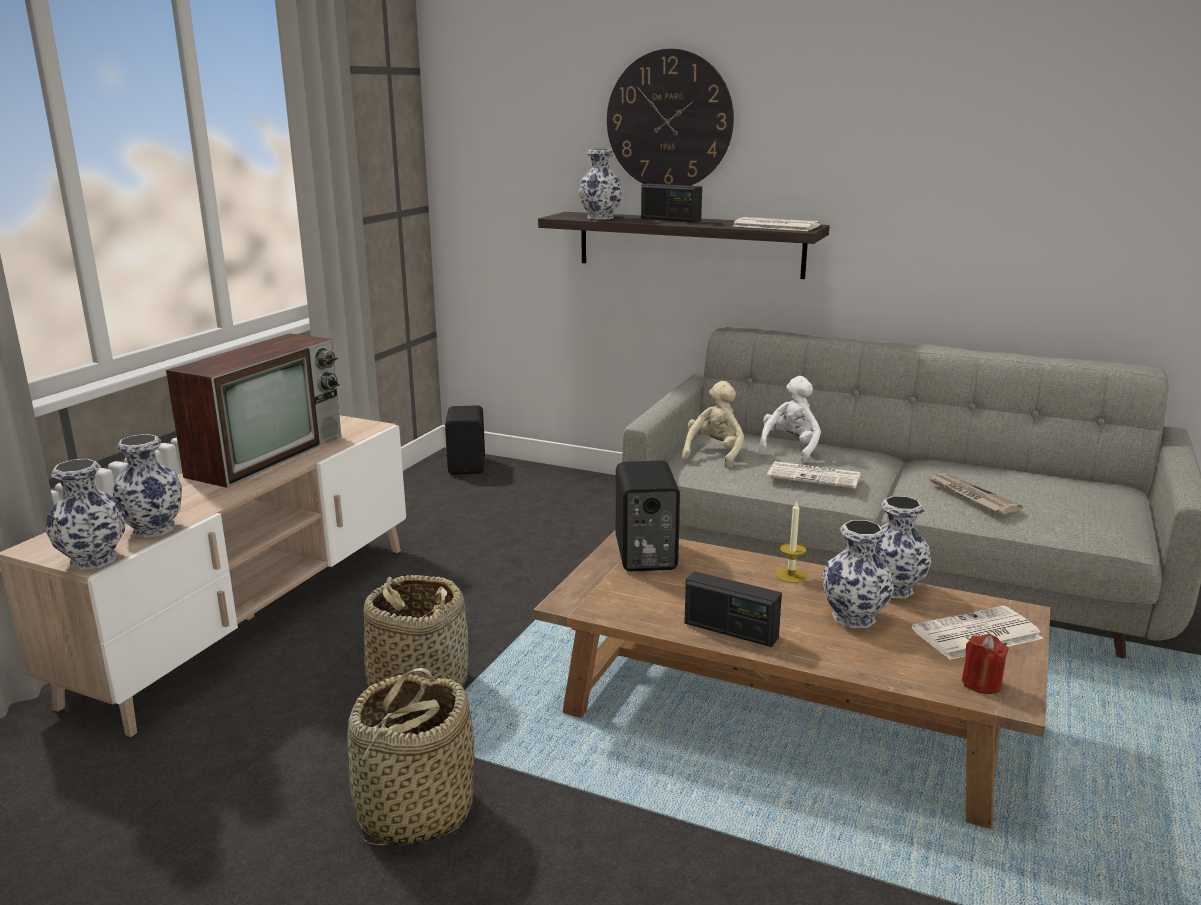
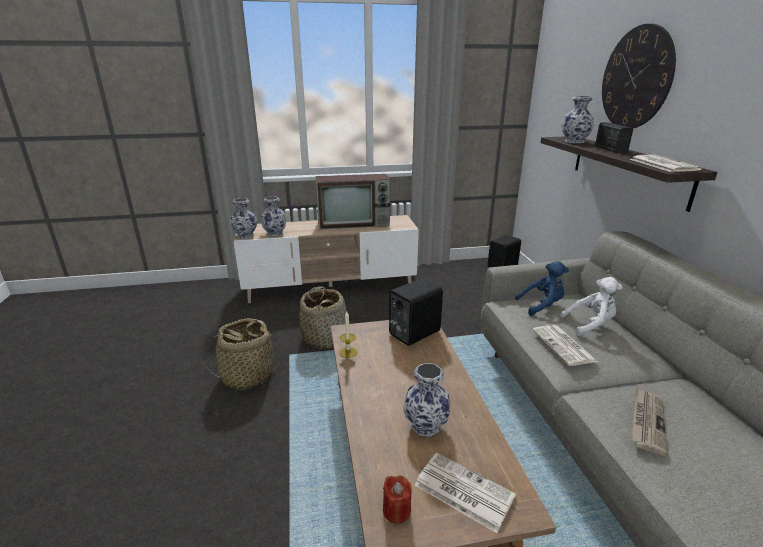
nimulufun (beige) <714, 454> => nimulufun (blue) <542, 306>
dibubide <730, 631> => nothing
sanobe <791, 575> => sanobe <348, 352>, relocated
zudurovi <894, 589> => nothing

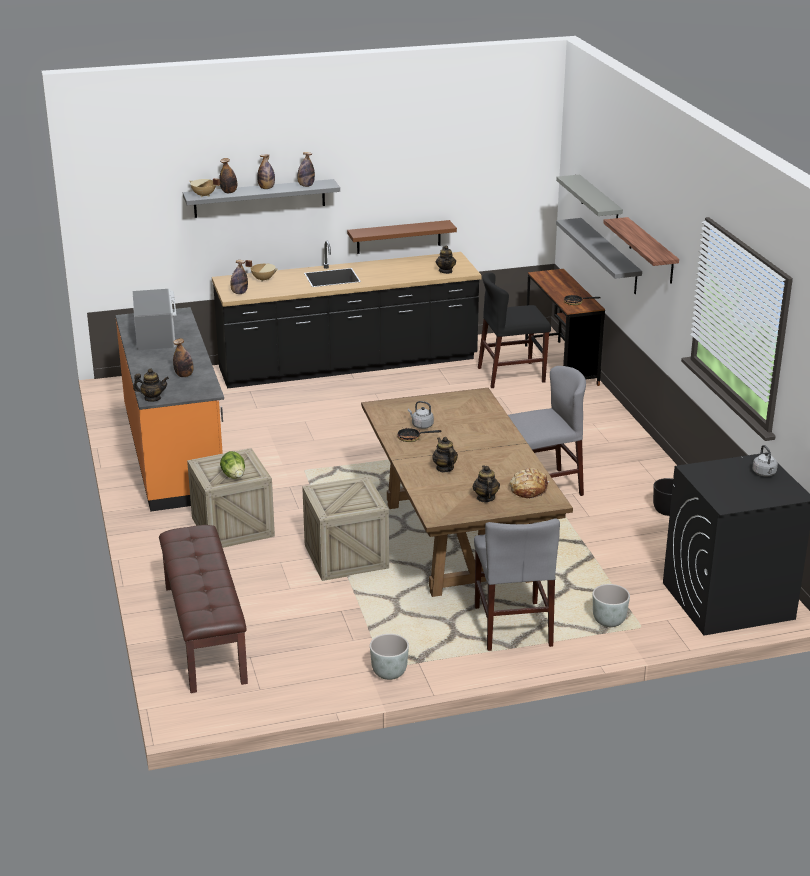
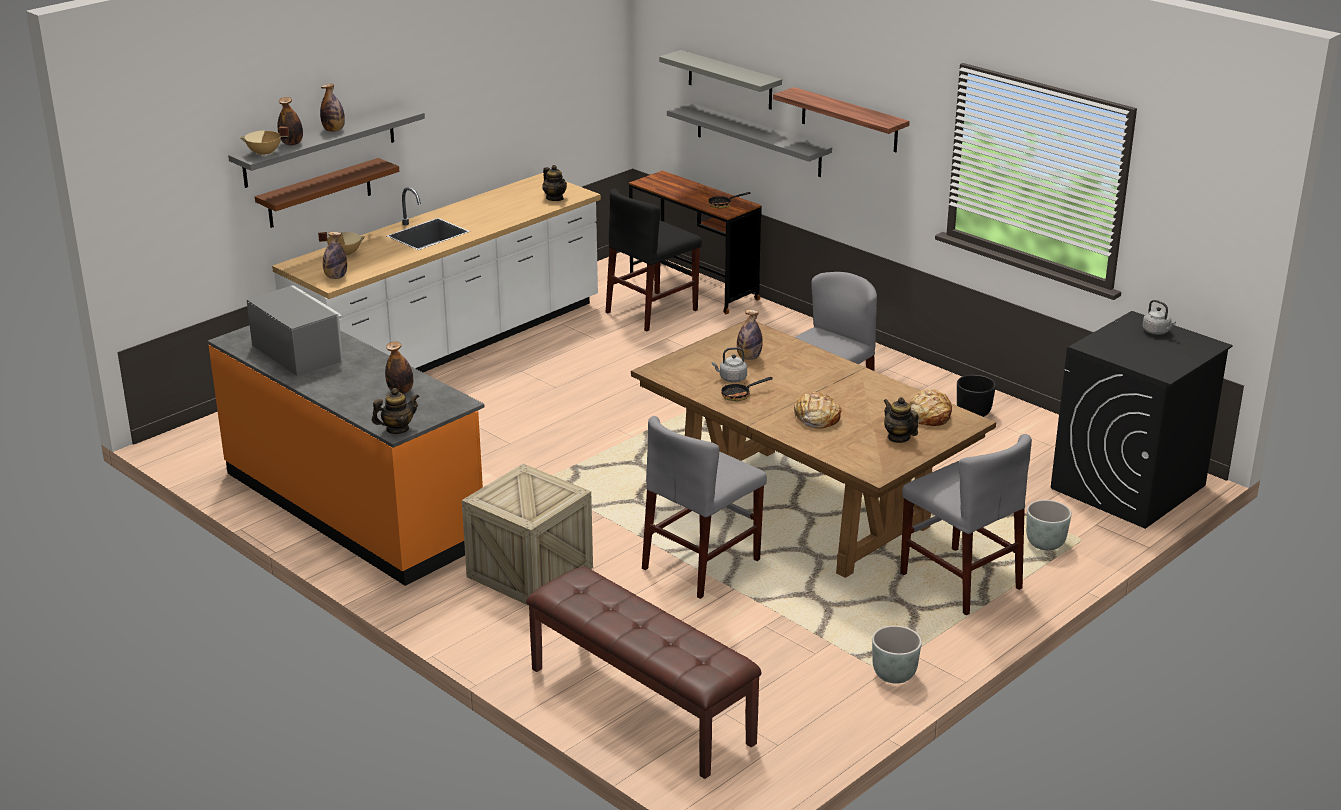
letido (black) <348, 365> => letido (white) <451, 346>
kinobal <234, 476> => nothing
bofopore <306, 186> => bofopore <749, 357>, relocated
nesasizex <346, 556> => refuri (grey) <701, 564>
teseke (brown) <398, 237> => teseke (brown) <319, 193>, relocated
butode <444, 468> => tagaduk <816, 418>

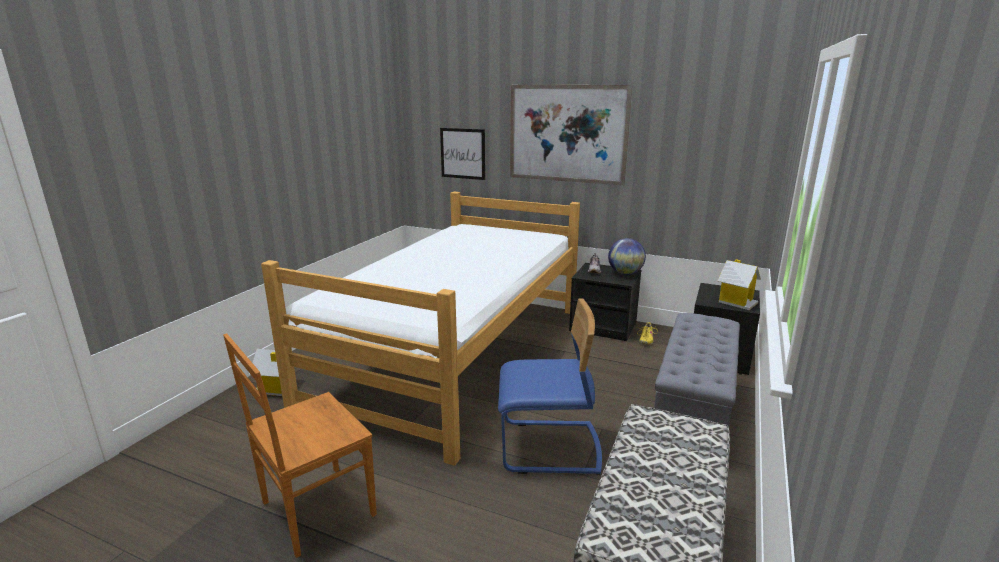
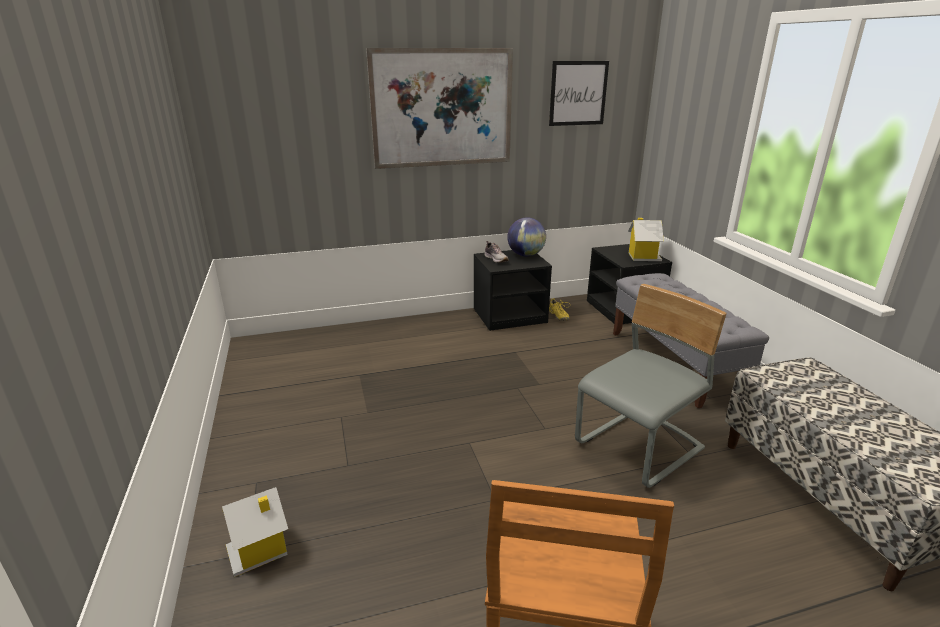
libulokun <457, 354> => nothing
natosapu <463, 153> => natosapu <578, 93>, relocated
refuri (blue) <549, 448> => refuri (grey) <639, 448>

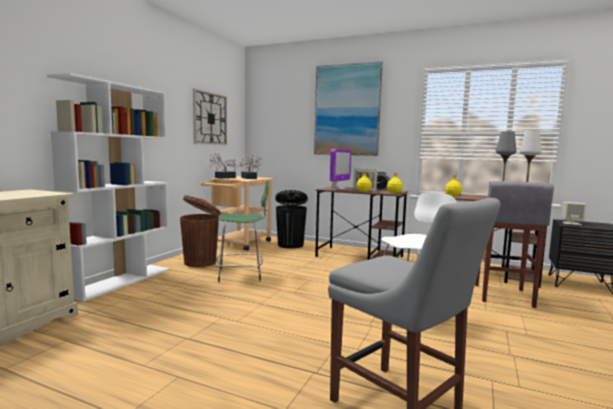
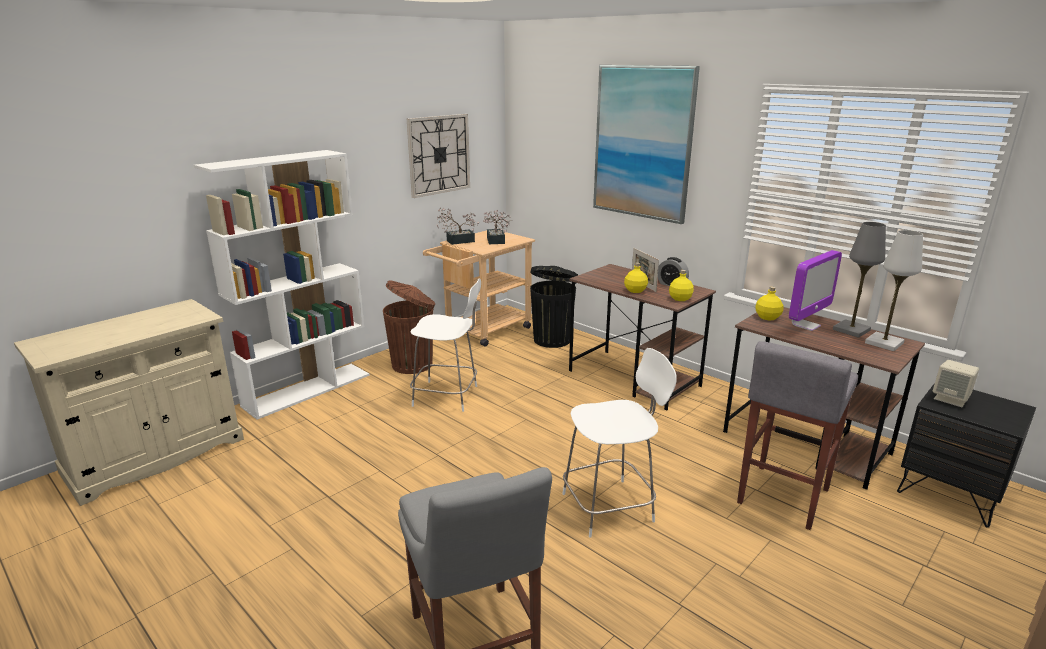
refuri (green) <242, 274> => refuri (white) <448, 396>
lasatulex <339, 188> => lasatulex <805, 325>, relocated

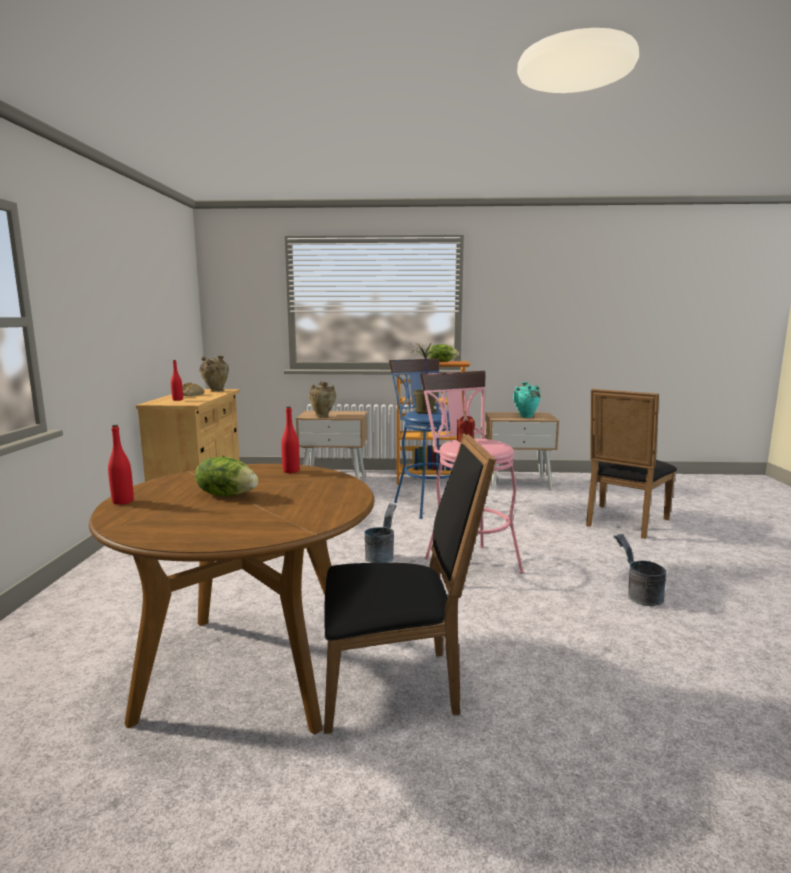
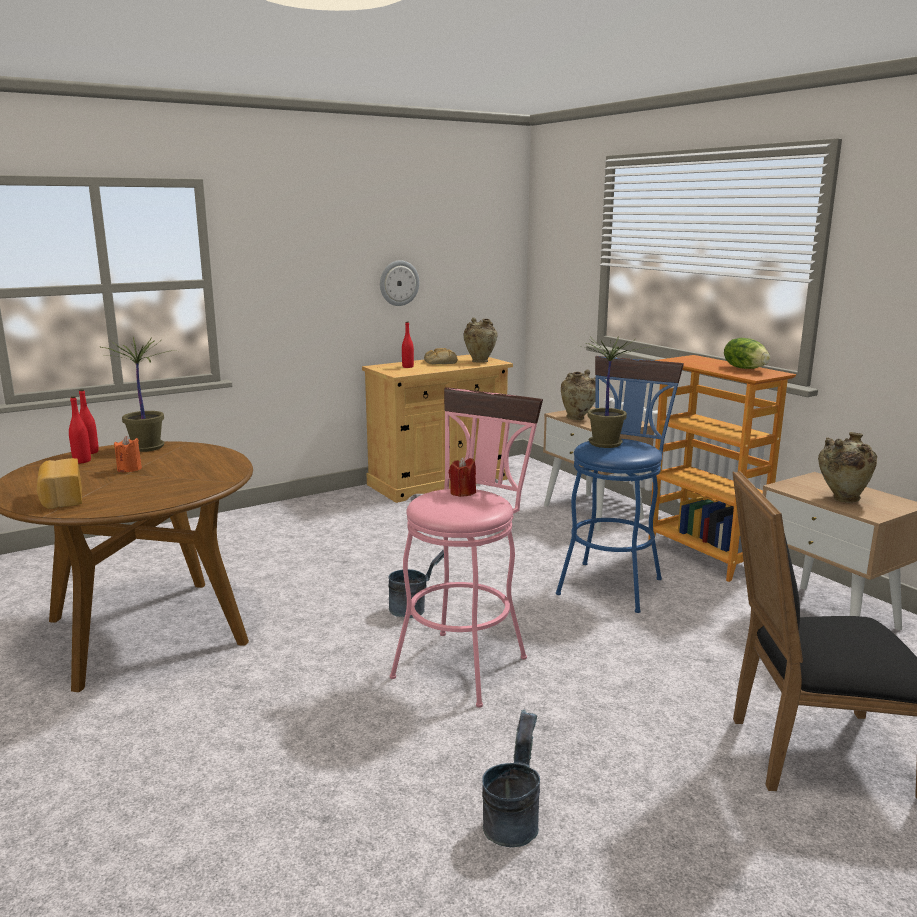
kinobal <227, 495> => sanobe (orange) <129, 469>
bofopore (red) <291, 471> => bofopore (red) <82, 461>, relocated
refuri (black) <398, 684> => nothing
zudurovi (turquoise) <525, 417> => zudurovi (beige) <841, 499>
nothing => tagaduk <61, 498>
nothing => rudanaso <148, 448>
nothing => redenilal <399, 283>

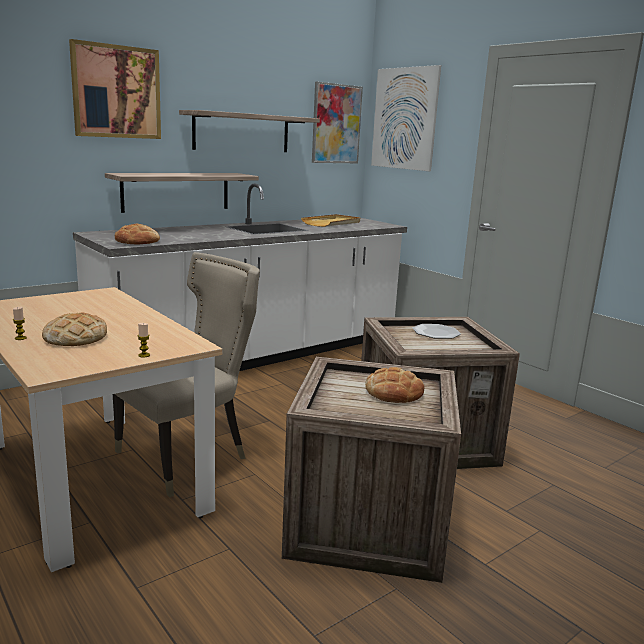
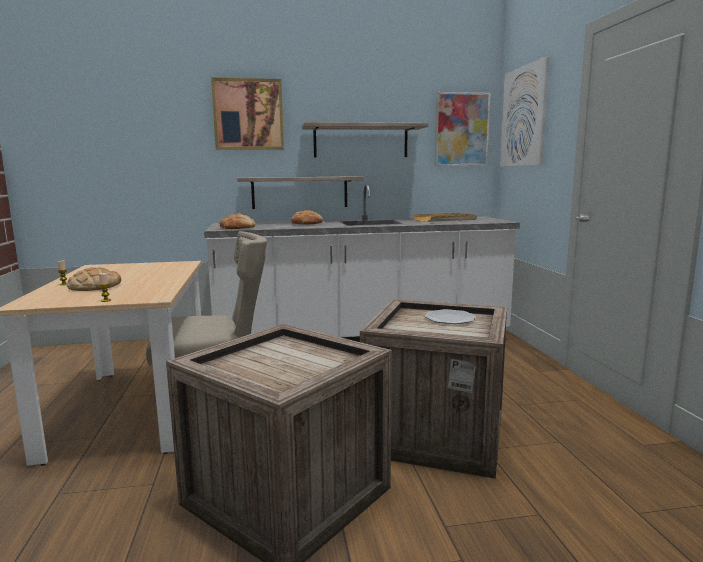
tagaduk <393, 392> => tagaduk <307, 223>, relocated

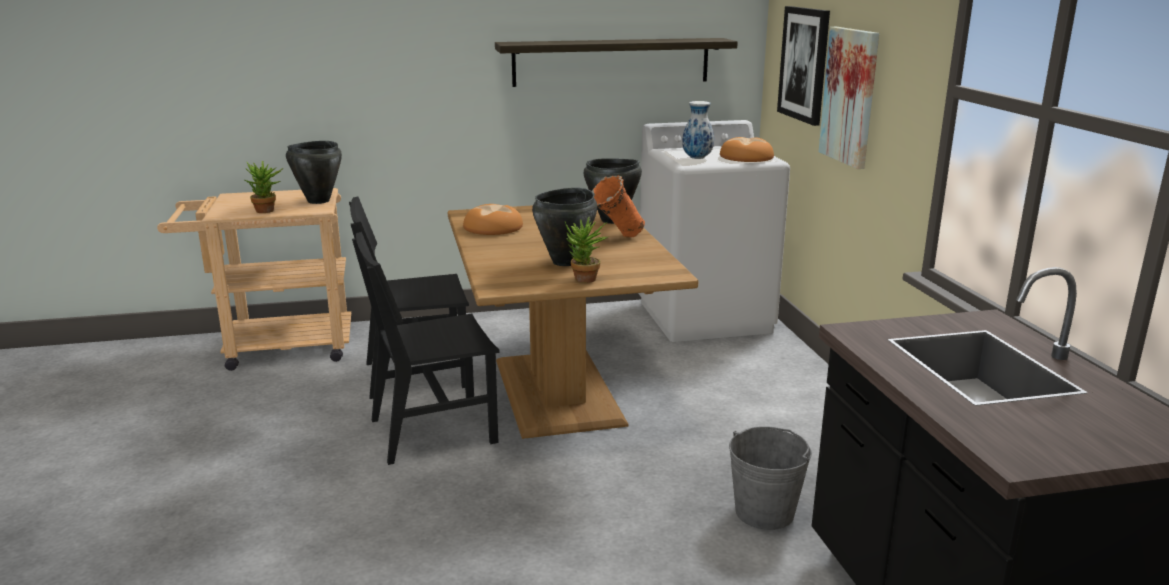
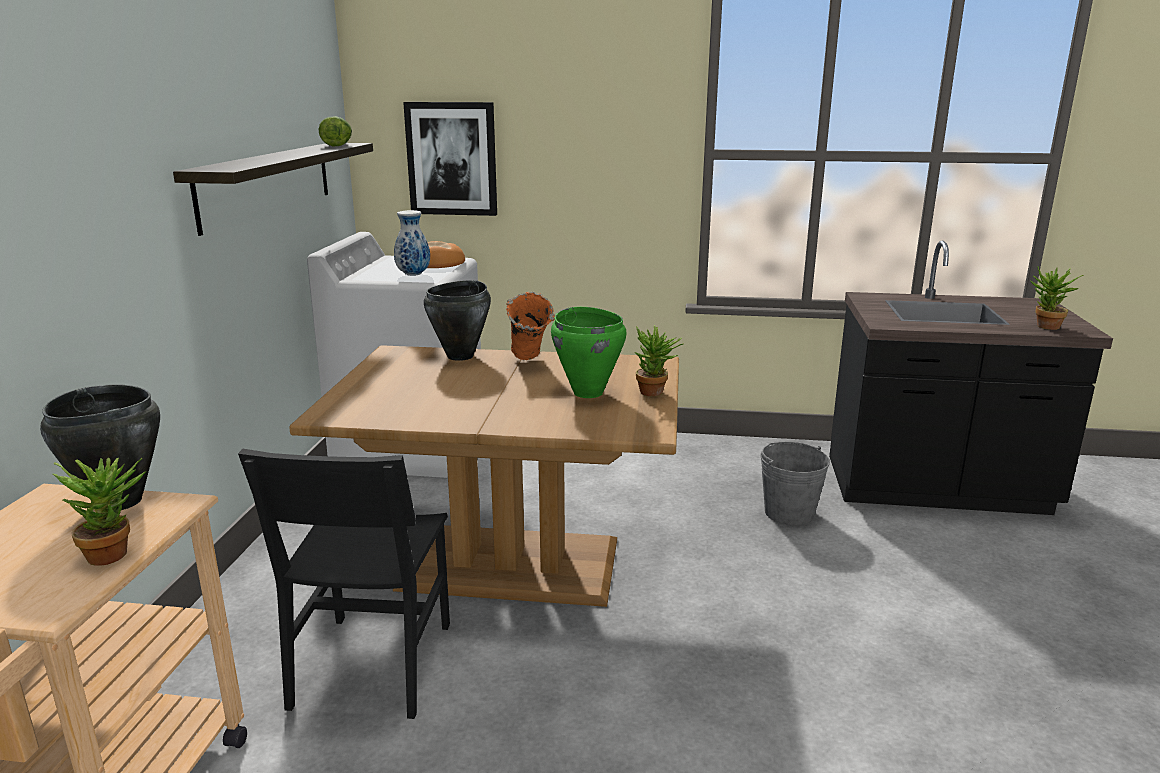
refuri (black) <433, 431> => nothing
tagaduk <492, 227> => nothing
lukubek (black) <566, 262> => lukubek (green) <588, 392>
natosapu <850, 96> => nothing
nothing => kinobal <337, 145>
nothing => rudanaso <1045, 327>

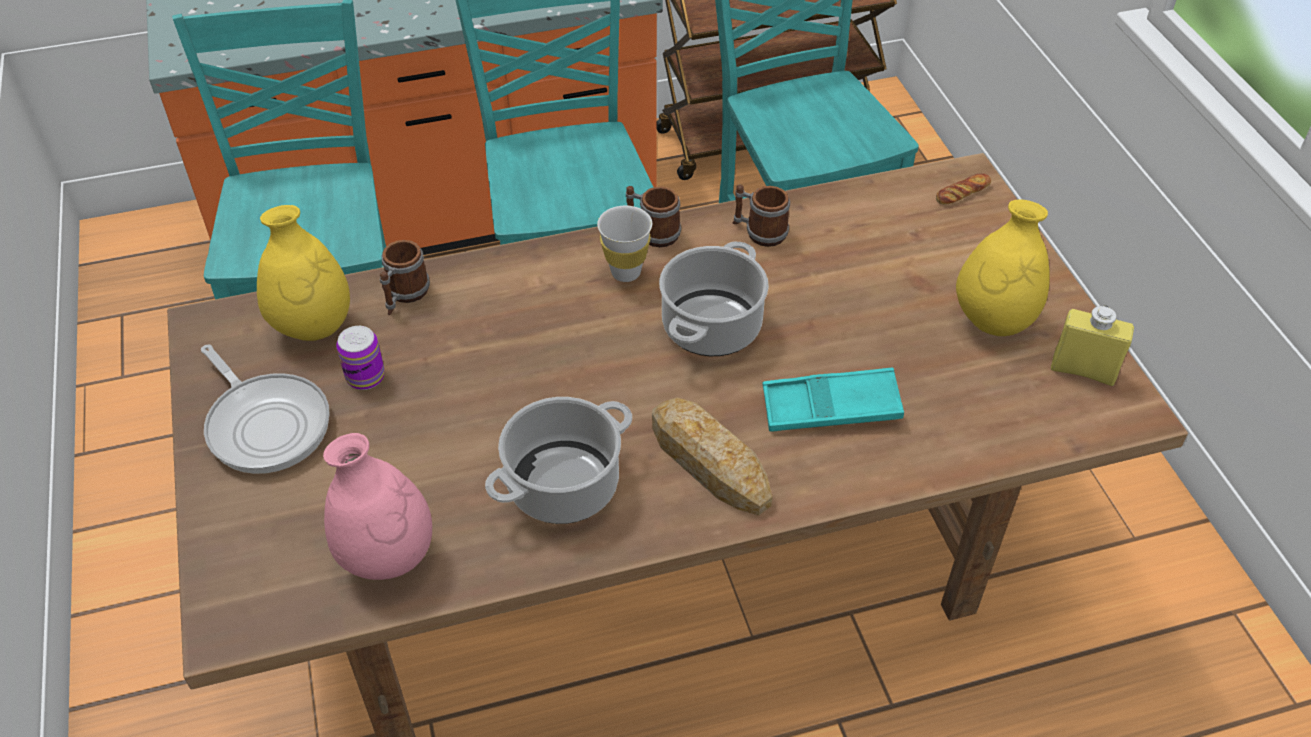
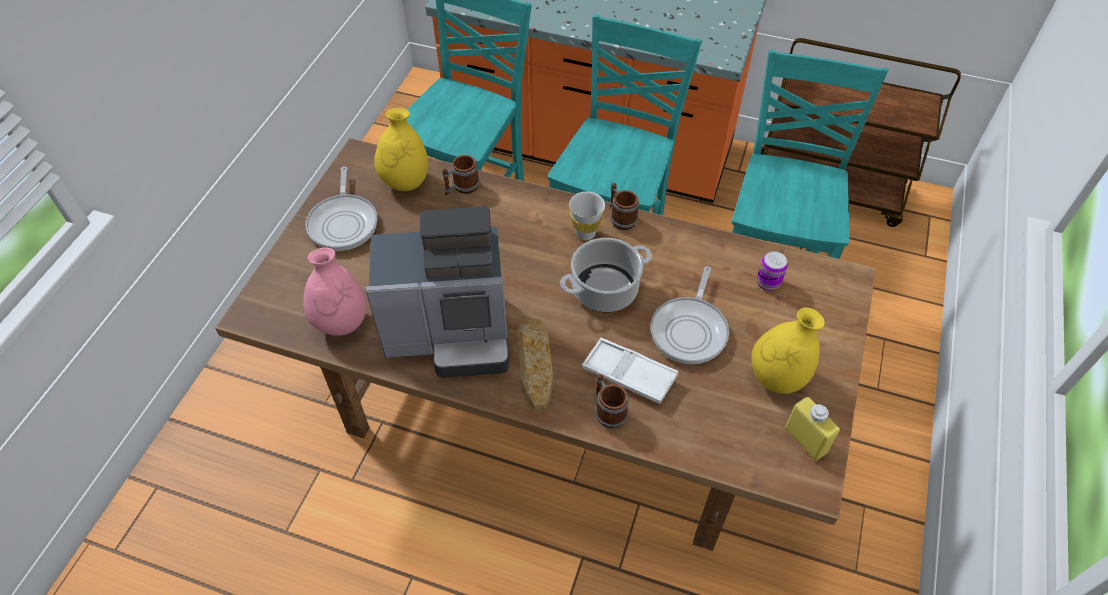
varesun <365, 377> => varesun <768, 282>, relocated
lukubek <564, 484> => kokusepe <452, 334>
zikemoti <759, 232> => zikemoti <607, 410>, relocated
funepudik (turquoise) <830, 407> => funepudik (white) <629, 374>
tagaduk <962, 193> => nothing
nothing => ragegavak <690, 330>

